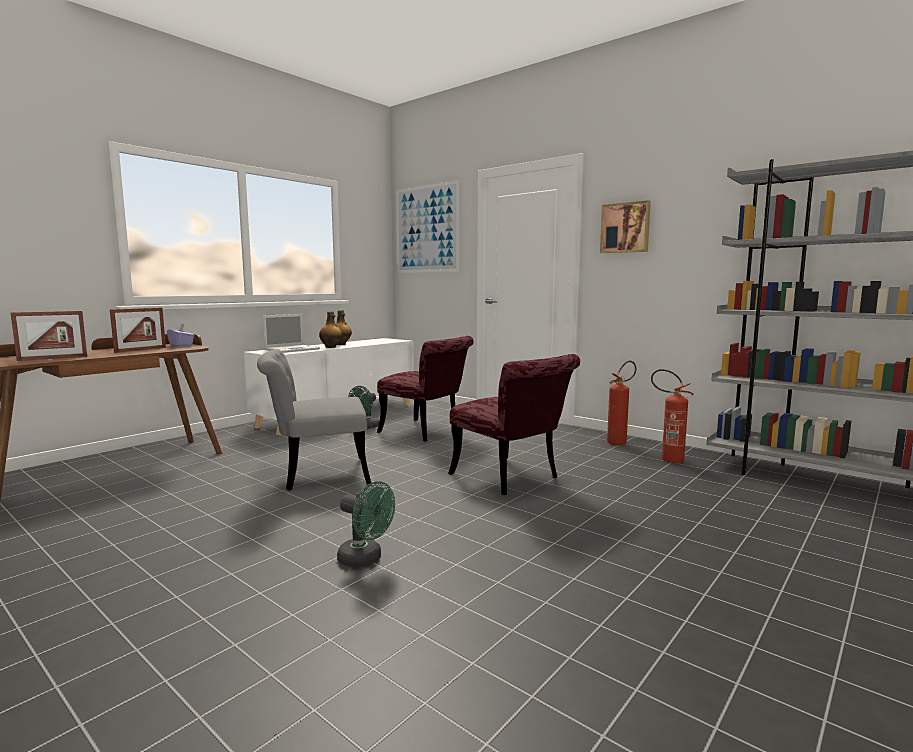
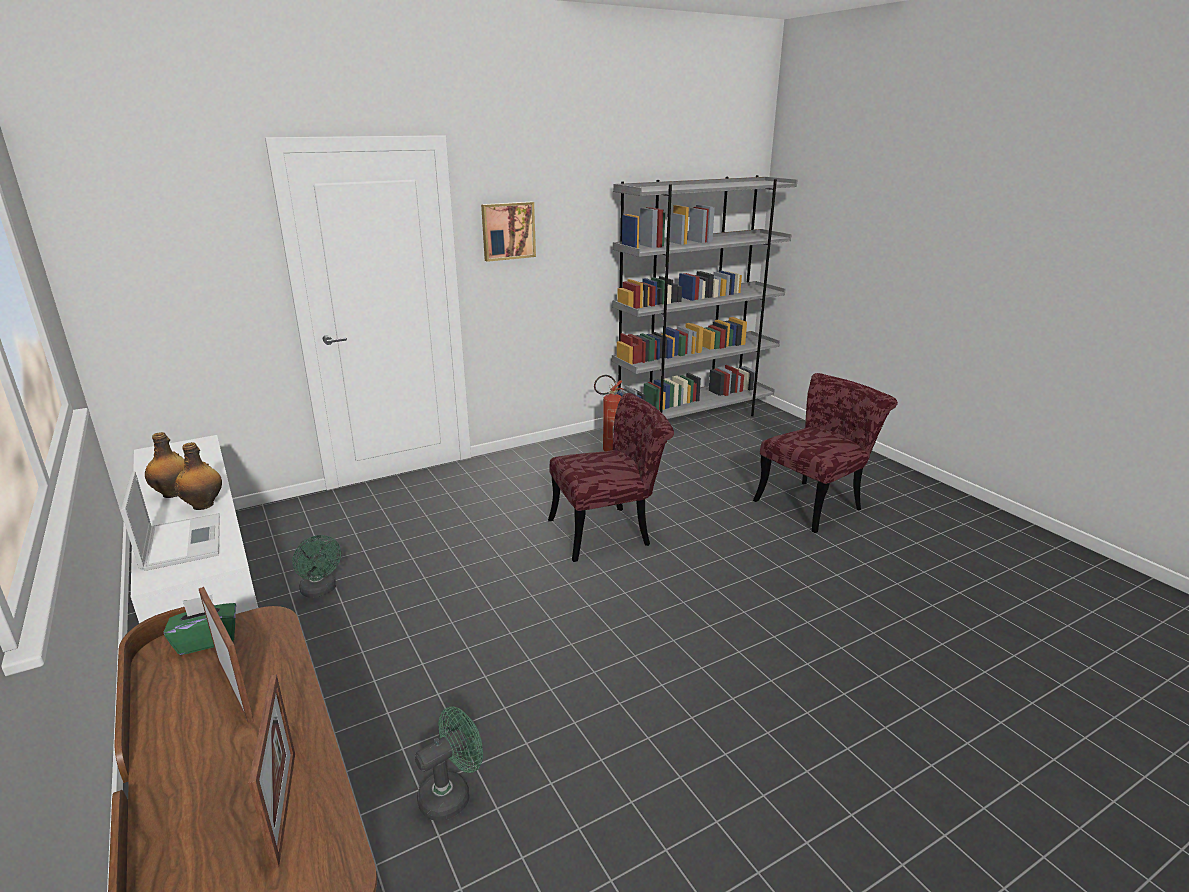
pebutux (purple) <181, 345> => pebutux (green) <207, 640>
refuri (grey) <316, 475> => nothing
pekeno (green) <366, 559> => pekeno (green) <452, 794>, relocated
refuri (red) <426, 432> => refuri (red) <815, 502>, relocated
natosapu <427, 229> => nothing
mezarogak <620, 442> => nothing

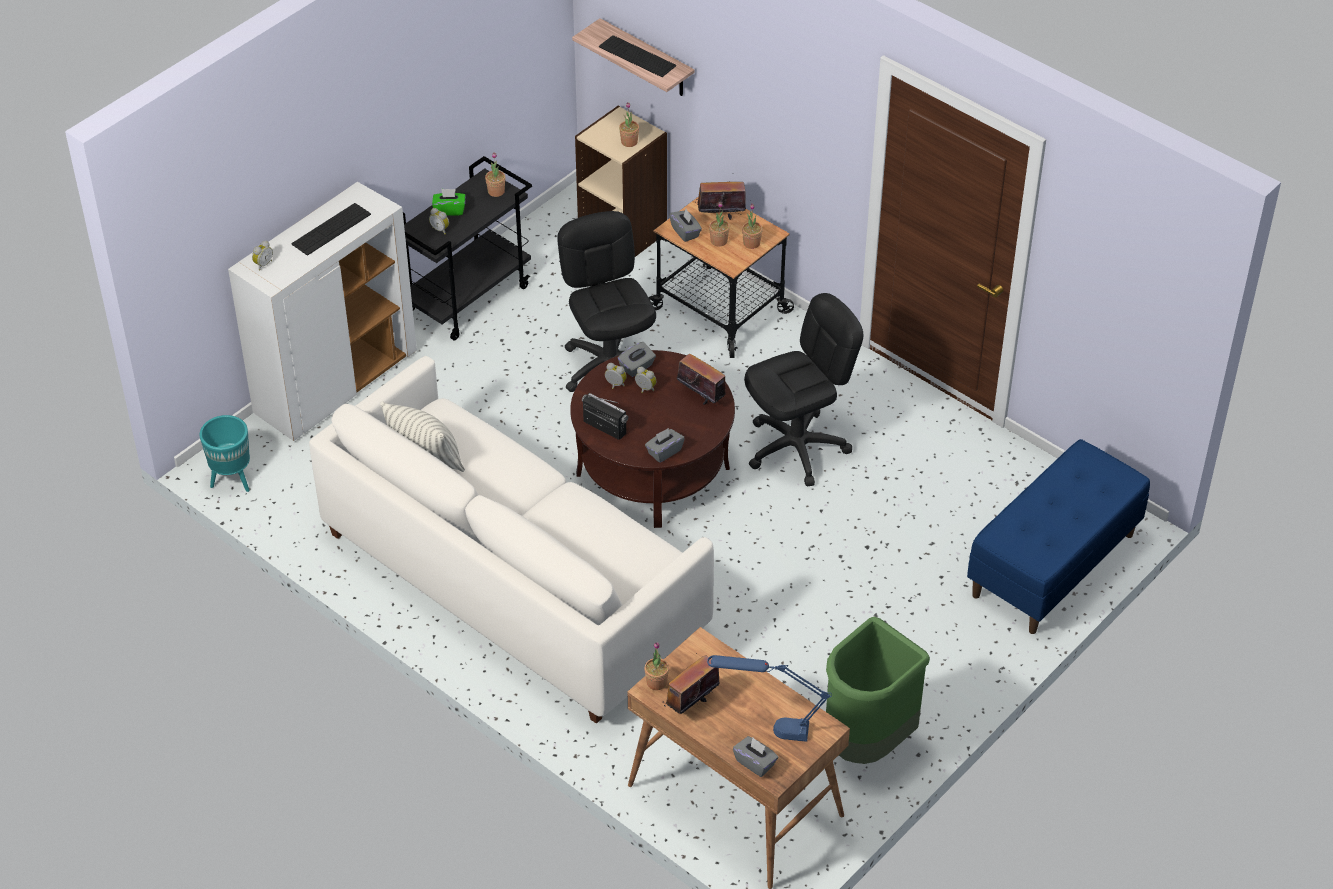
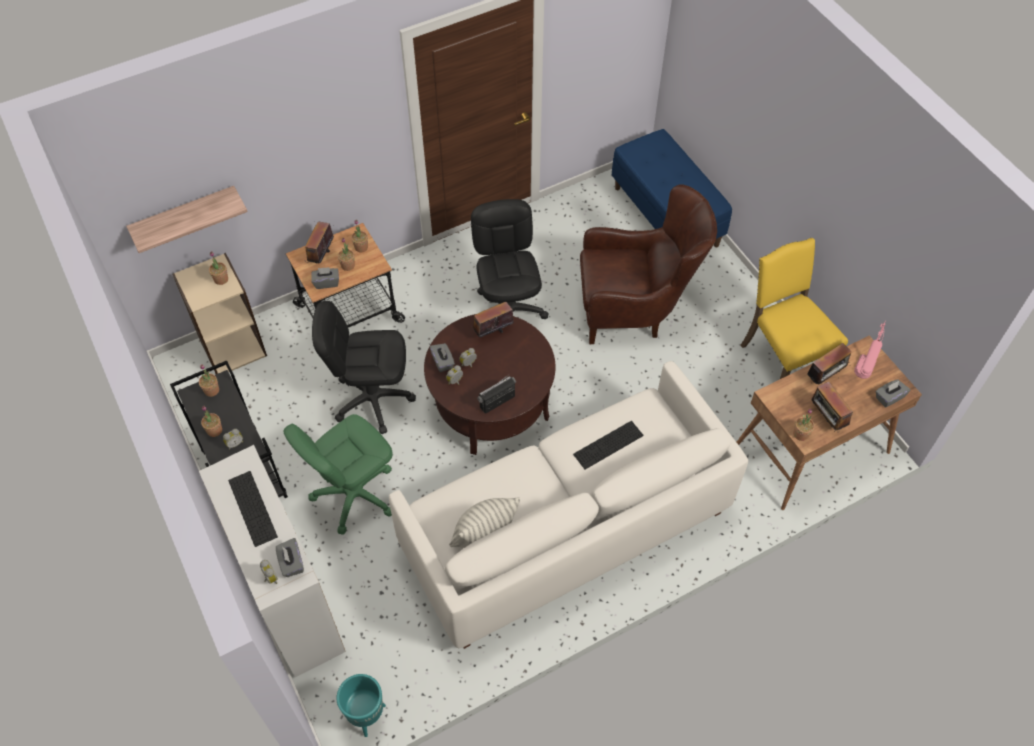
pebutux (green) <449, 210> => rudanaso <214, 430>
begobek <637, 56> => begobek <608, 445>, relocated
pebutux (grey) <664, 452> => pebutux (grey) <291, 563>, relocated
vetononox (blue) <767, 728> => vetononox (pink) <858, 381>
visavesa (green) <867, 743> => refuri (yellow) <782, 360>
nothing => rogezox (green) <354, 494>
nothing => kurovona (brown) <635, 311>
nothing => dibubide <825, 376>

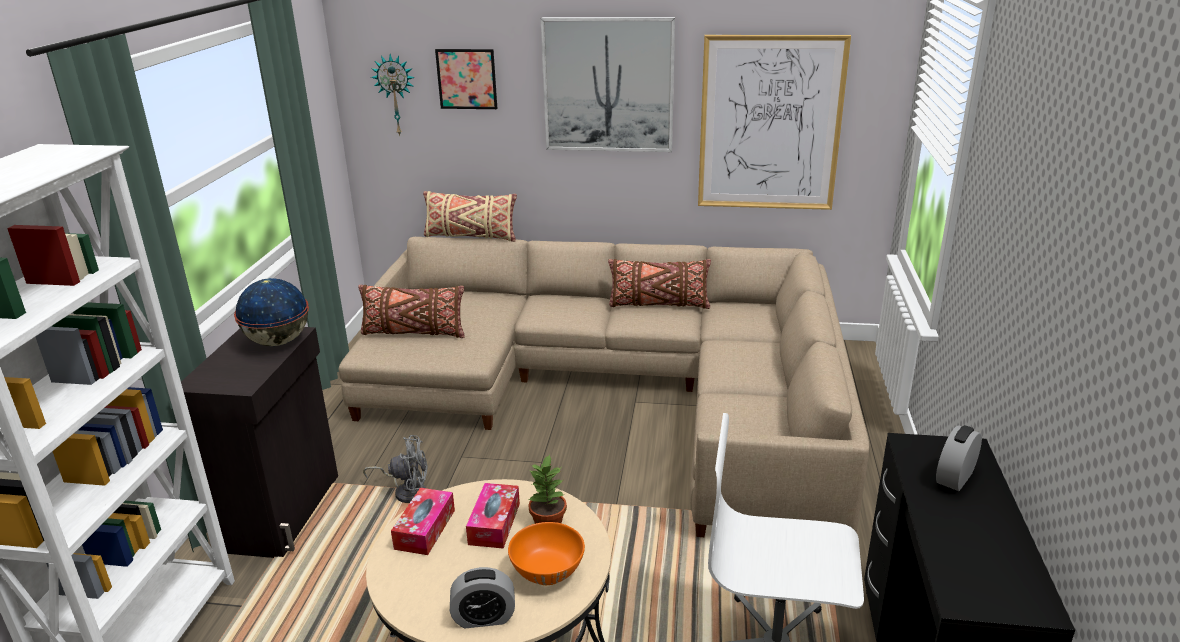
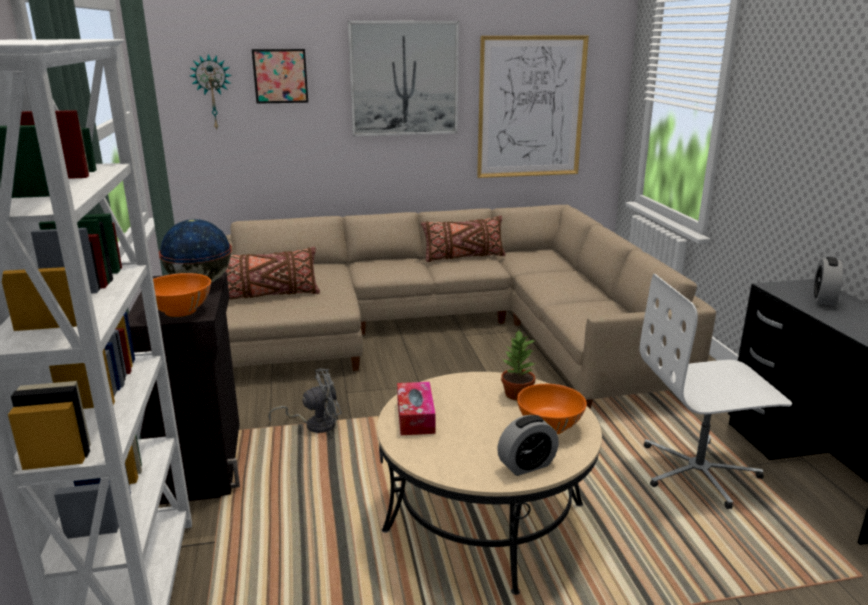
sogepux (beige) <470, 236> => nothing
pebutux <494, 523> => nothing
nothing => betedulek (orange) <180, 311>

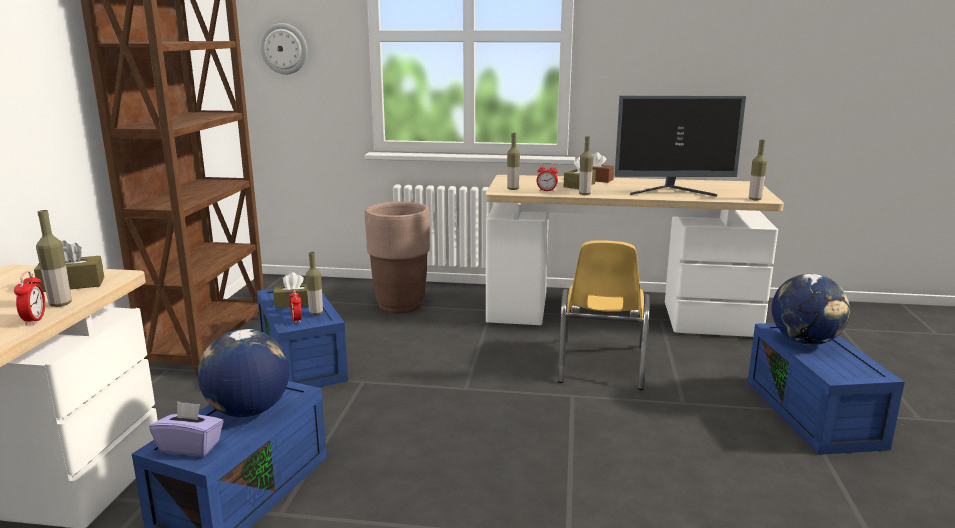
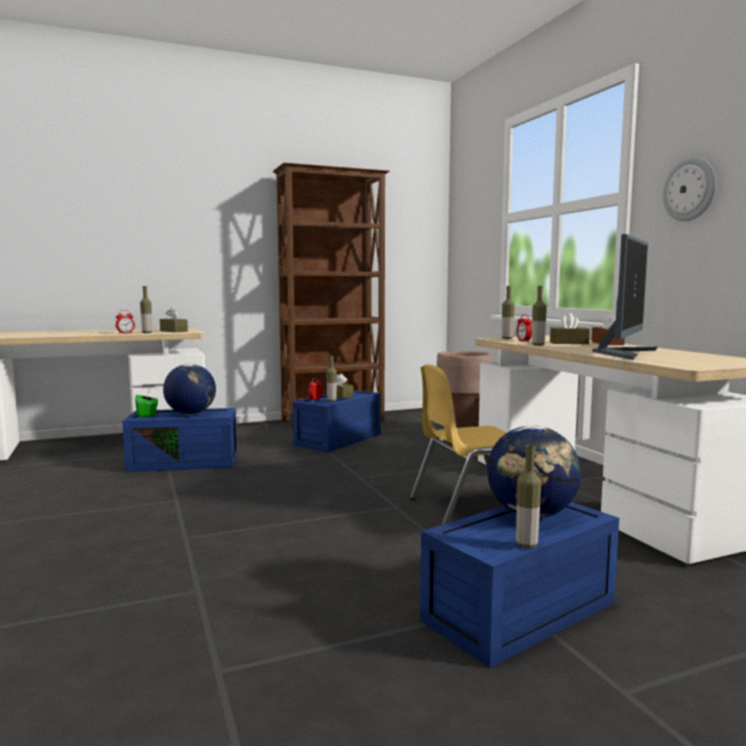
pebutux (purple) <190, 447> => pebutux (green) <147, 414>
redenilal <284, 48> => redenilal <690, 189>, relocated
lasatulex <672, 192> => lasatulex <623, 353>, 120 degrees counterclockwise
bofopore <755, 199> => bofopore <526, 545>, relocated

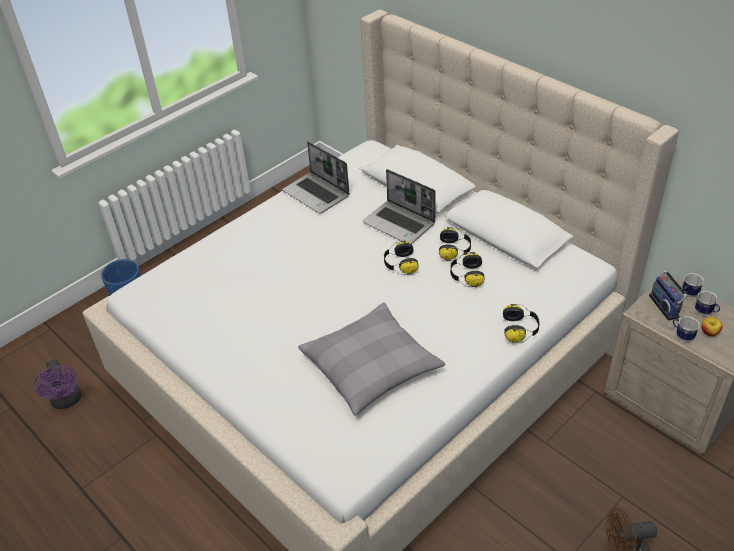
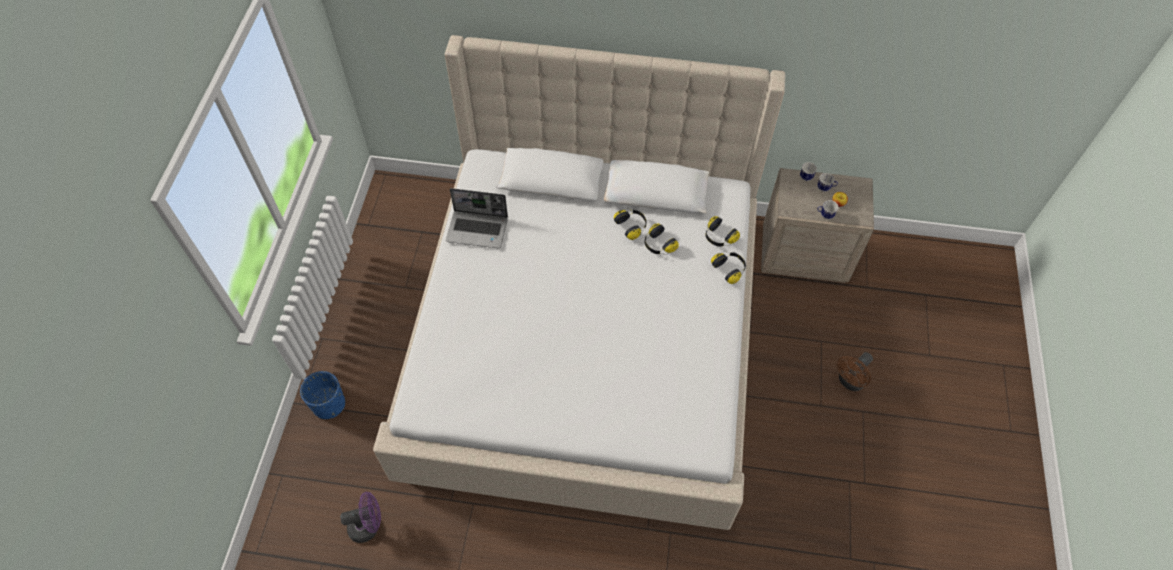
pekeno (purple) <67, 401> => pekeno (purple) <368, 526>, 45 degrees counterclockwise
sogepux (grey) <371, 366> => nothing
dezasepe <400, 223> => nothing
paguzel <400, 264> => paguzel <718, 237>, relocated
dibubide <665, 306> => nothing

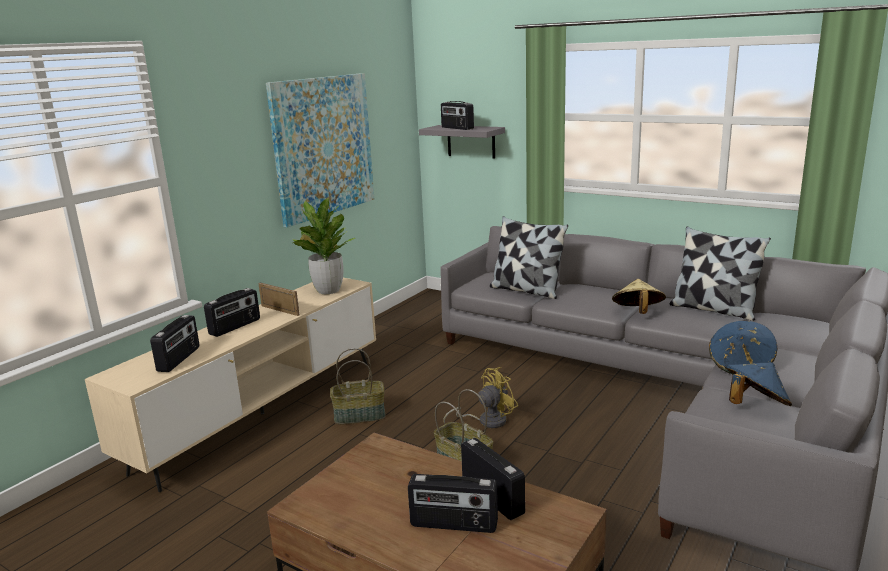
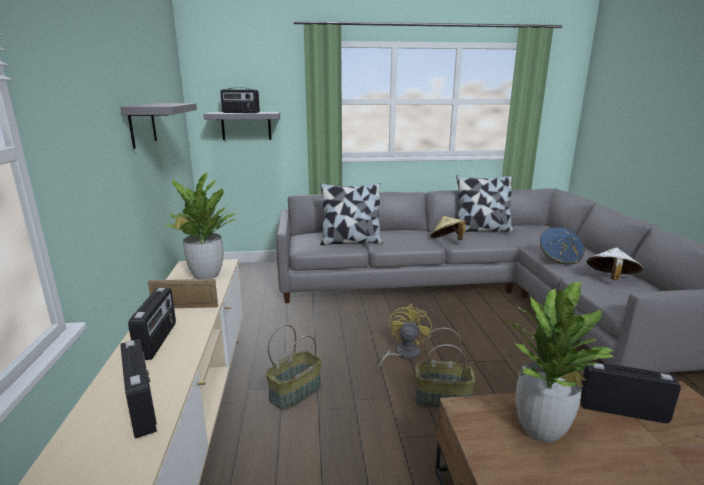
natosapu <323, 146> => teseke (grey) <142, 124>
dibubide <453, 525> => nothing
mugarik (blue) <754, 405> => mugarik (white) <610, 279>
nothing => rudanaso <540, 428>

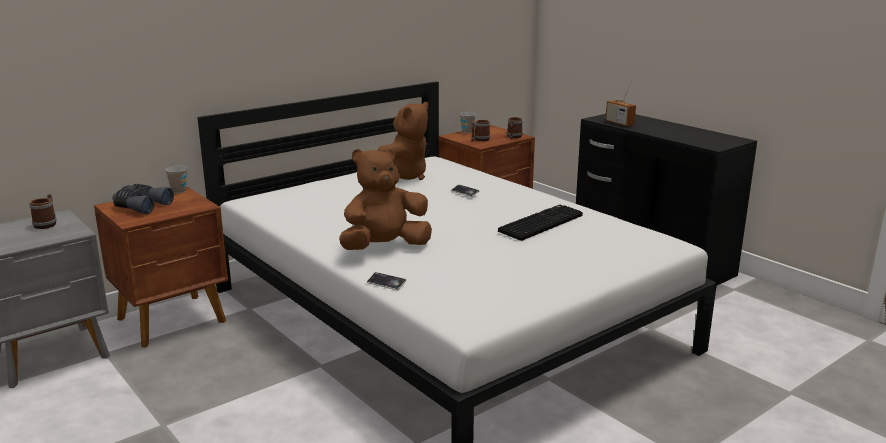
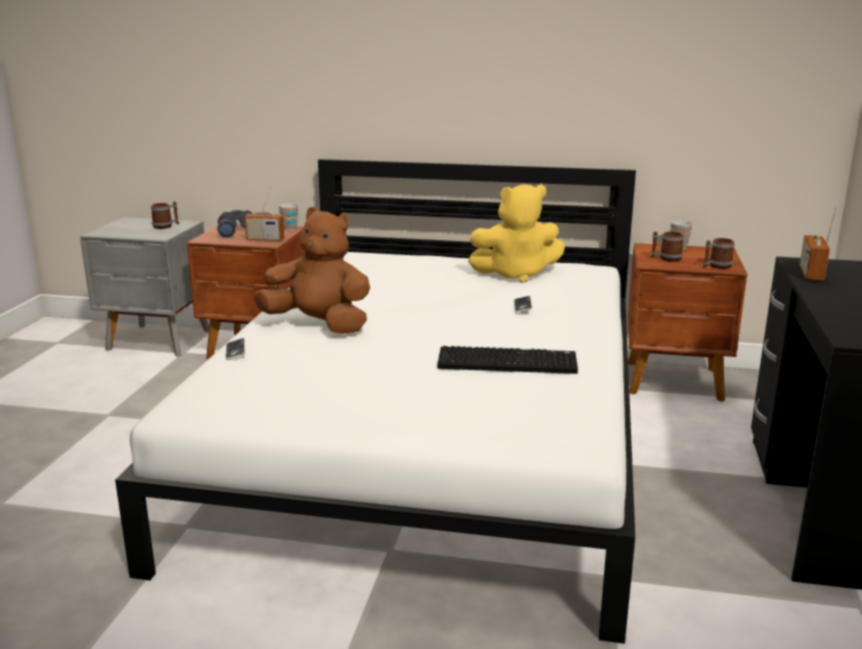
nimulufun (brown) <403, 176> => nimulufun (yellow) <516, 274>
nothing => dibubide <265, 239>

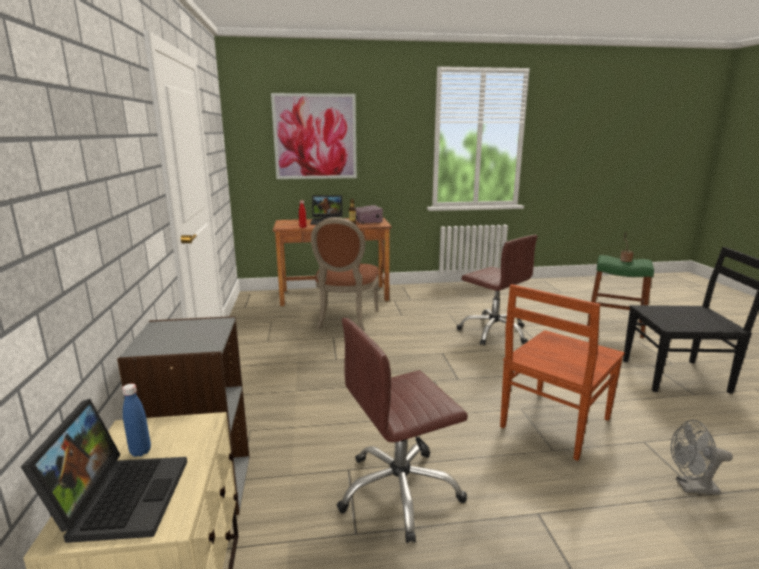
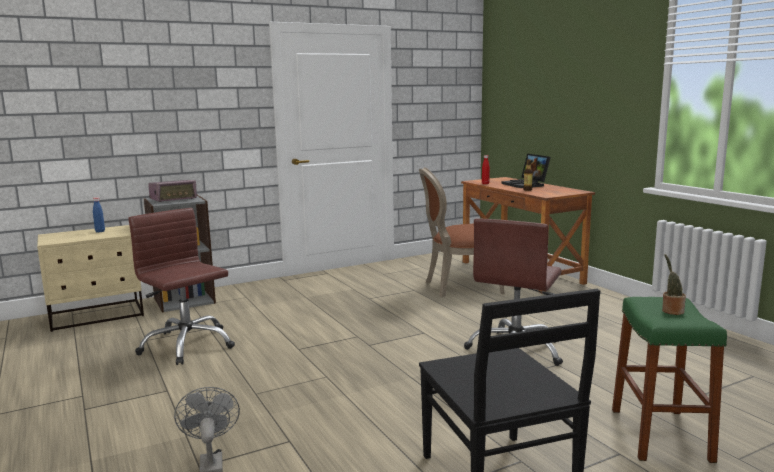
dezasepe <120, 496> => nothing
natosapu <315, 137> => nothing
dibubide <368, 221> => dibubide <173, 199>, relocated
refuri (brown) <554, 424> => nothing

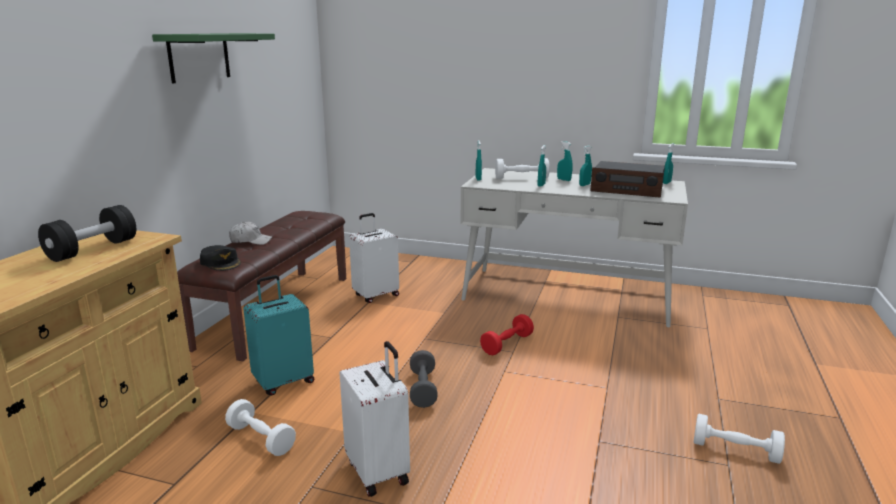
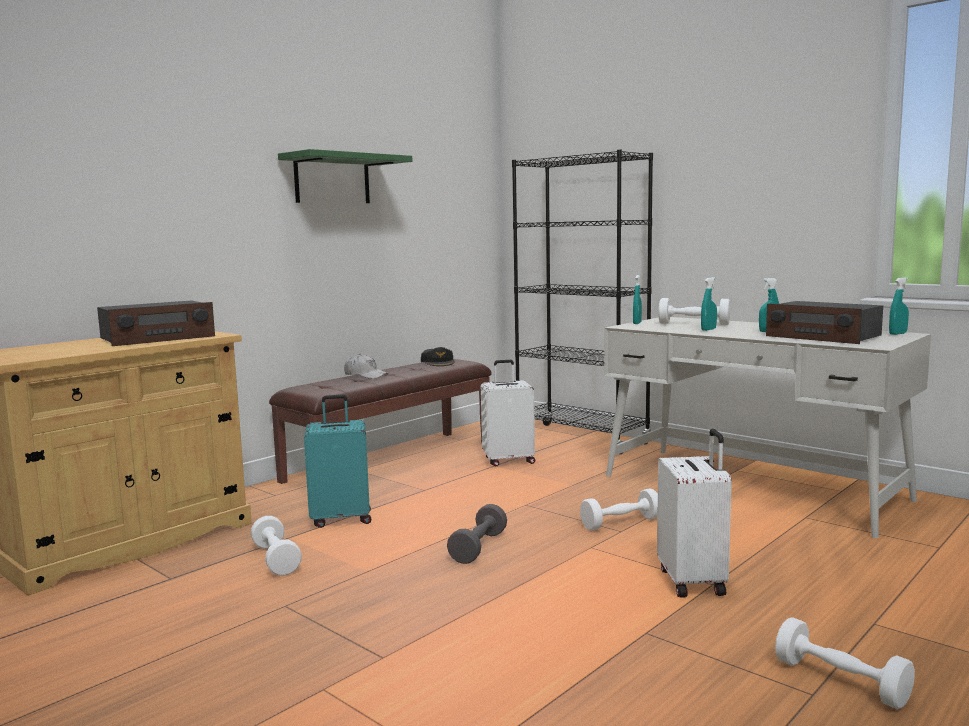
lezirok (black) <92, 249> => dibubide <157, 338>
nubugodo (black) <221, 262> => nubugodo (black) <438, 362>, relocated
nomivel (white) <379, 471> => nomivel (white) <693, 581>, relocated
lezirok (red) <507, 344> => lezirok (white) <620, 523>
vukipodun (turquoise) <564, 180> => nothing
nothing => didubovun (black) <581, 438>

